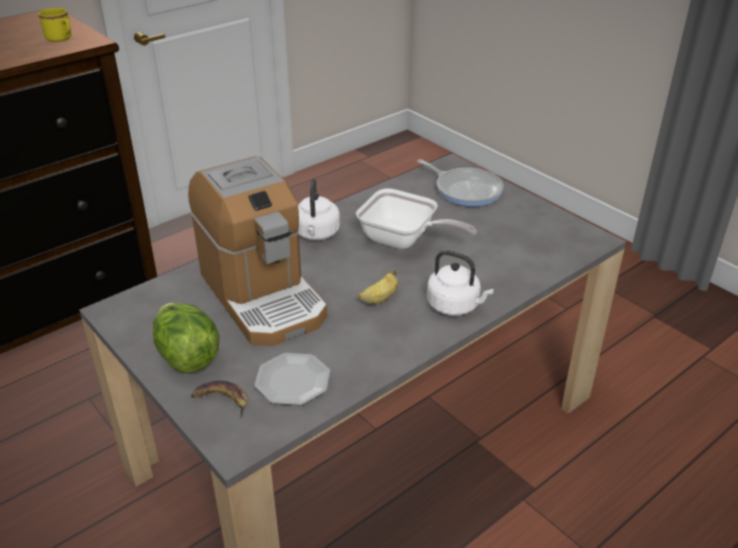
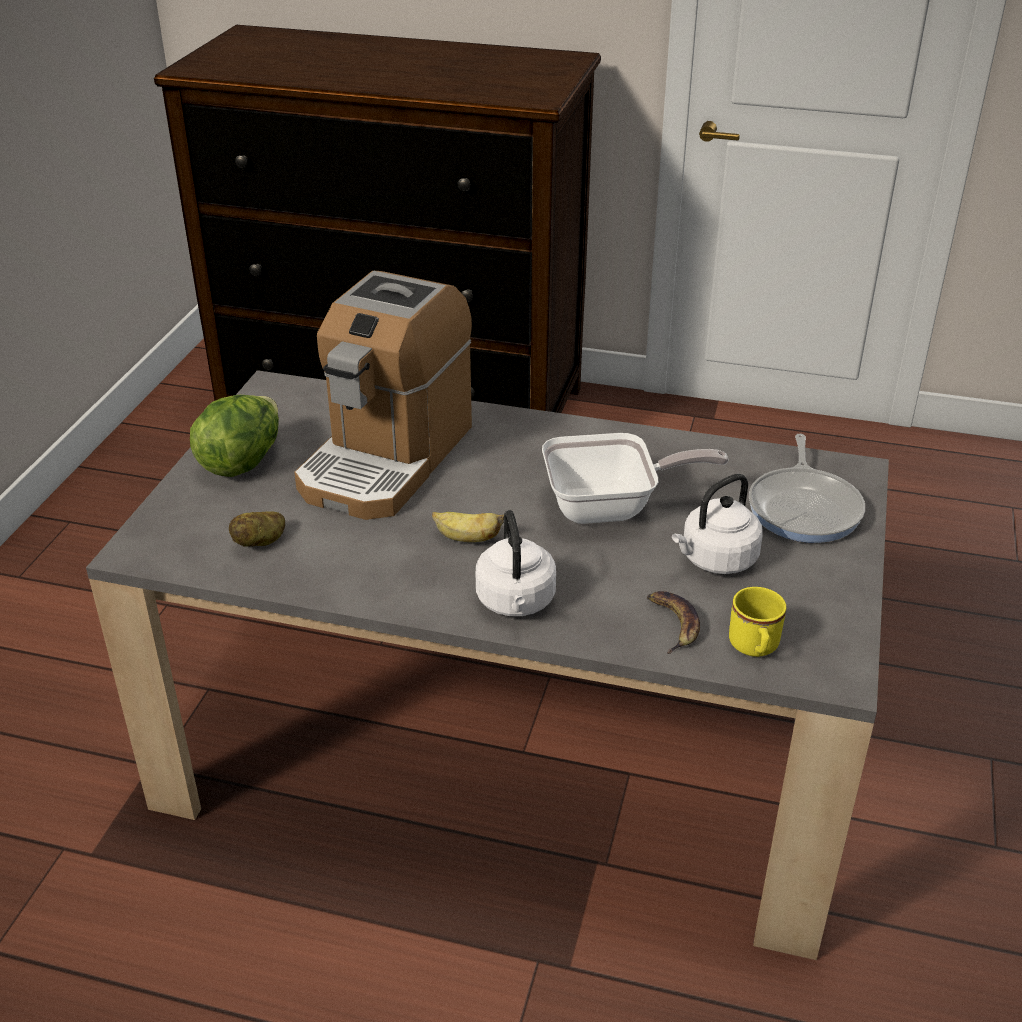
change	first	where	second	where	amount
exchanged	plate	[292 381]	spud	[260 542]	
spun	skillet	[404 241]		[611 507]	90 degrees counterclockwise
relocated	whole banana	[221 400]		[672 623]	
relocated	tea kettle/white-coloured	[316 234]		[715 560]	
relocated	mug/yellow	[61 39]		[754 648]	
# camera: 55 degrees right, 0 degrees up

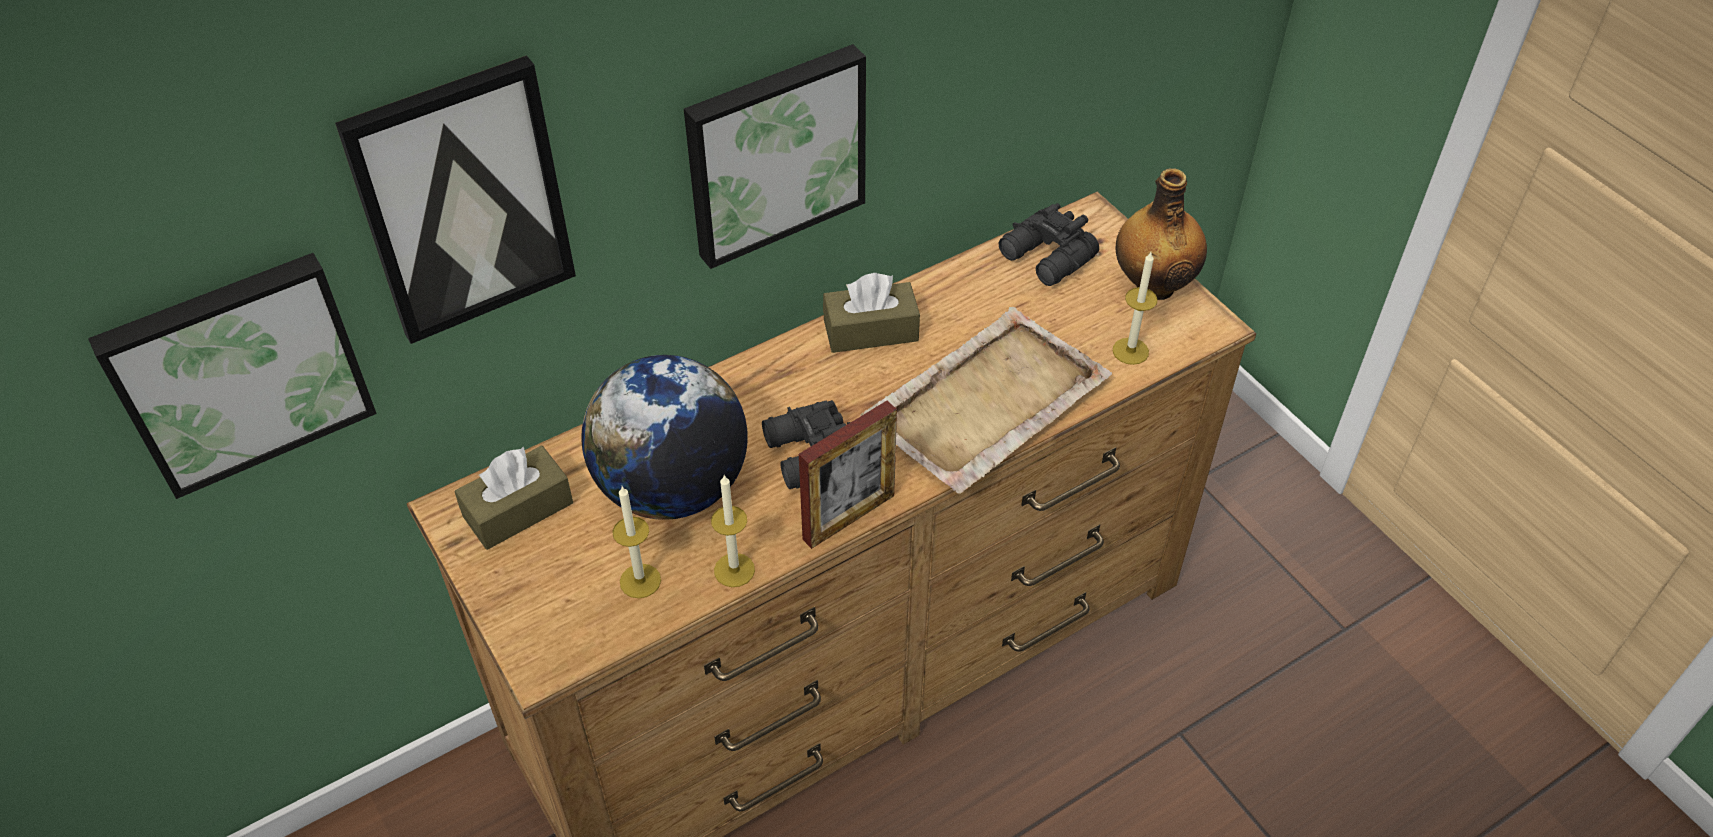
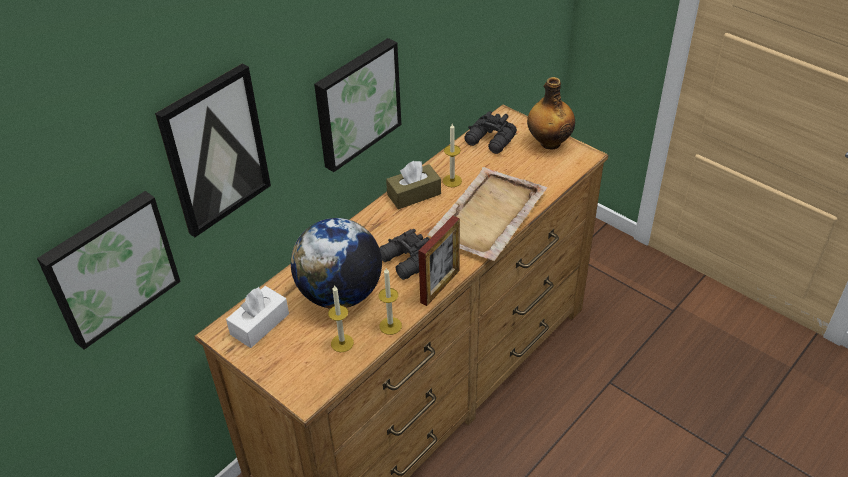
change	first	where	second	where	amount
colour	box of tissues/brown	[518 510]	box of tissues/white-coloured	[260 324]	
relocated	wax light	[1130 351]		[452 181]	
# camera: 15 degrees left, 5 degrees down

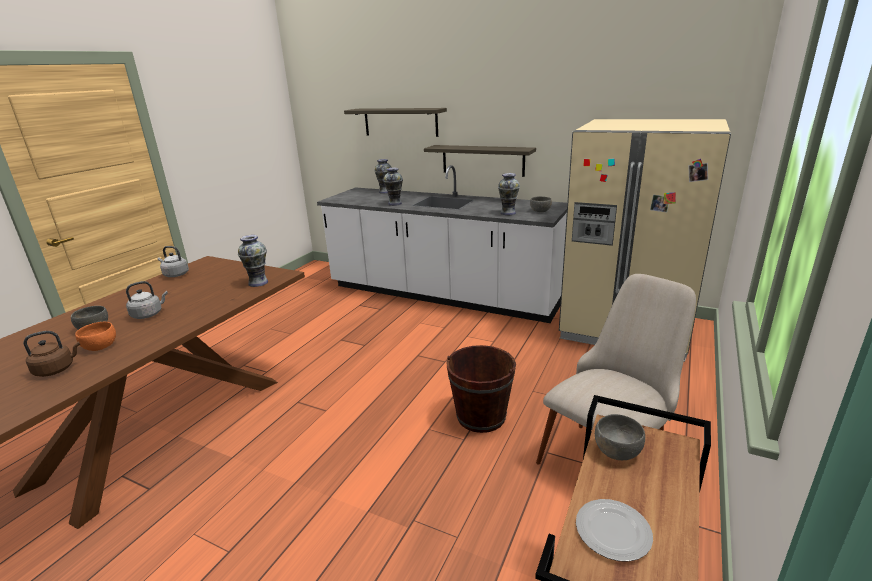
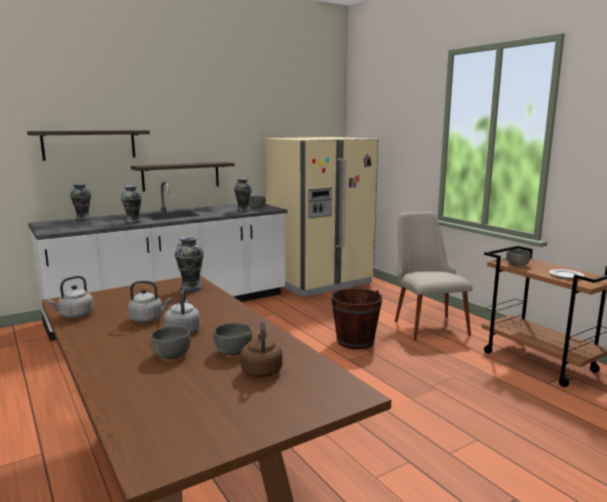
change	first	where	second	where	amount
appeared			tea kettle/grey	[148 319]	
colour	serving bowl/orangey	[100 346]	serving bowl/grey	[234 351]	
# camera: 60 degrees left, 10 degrees down

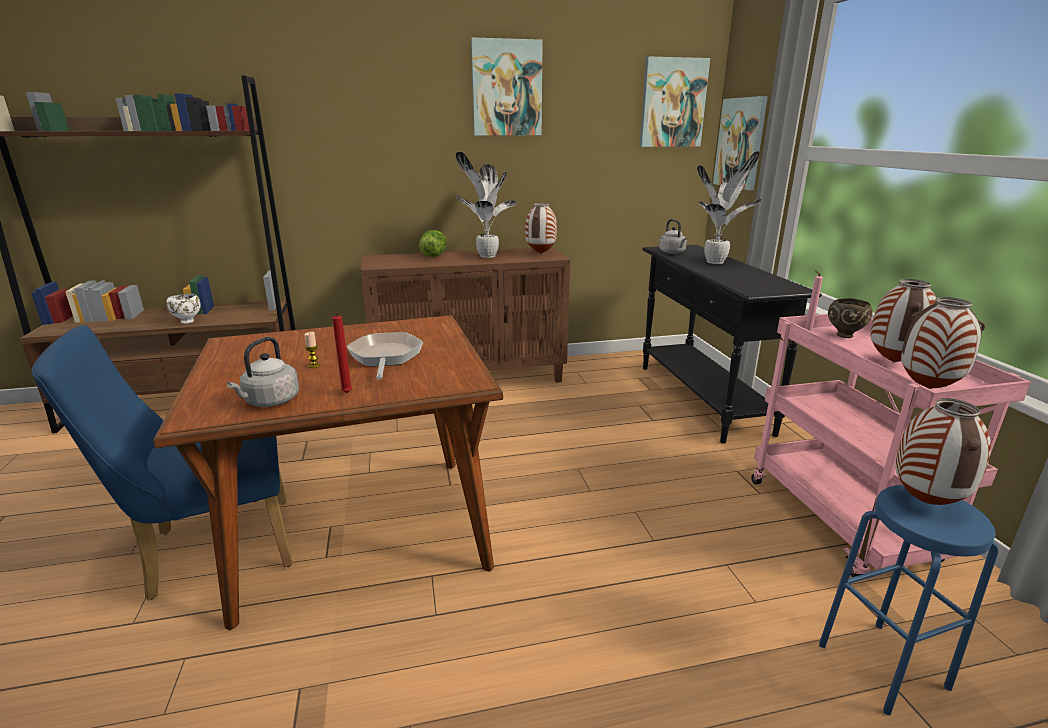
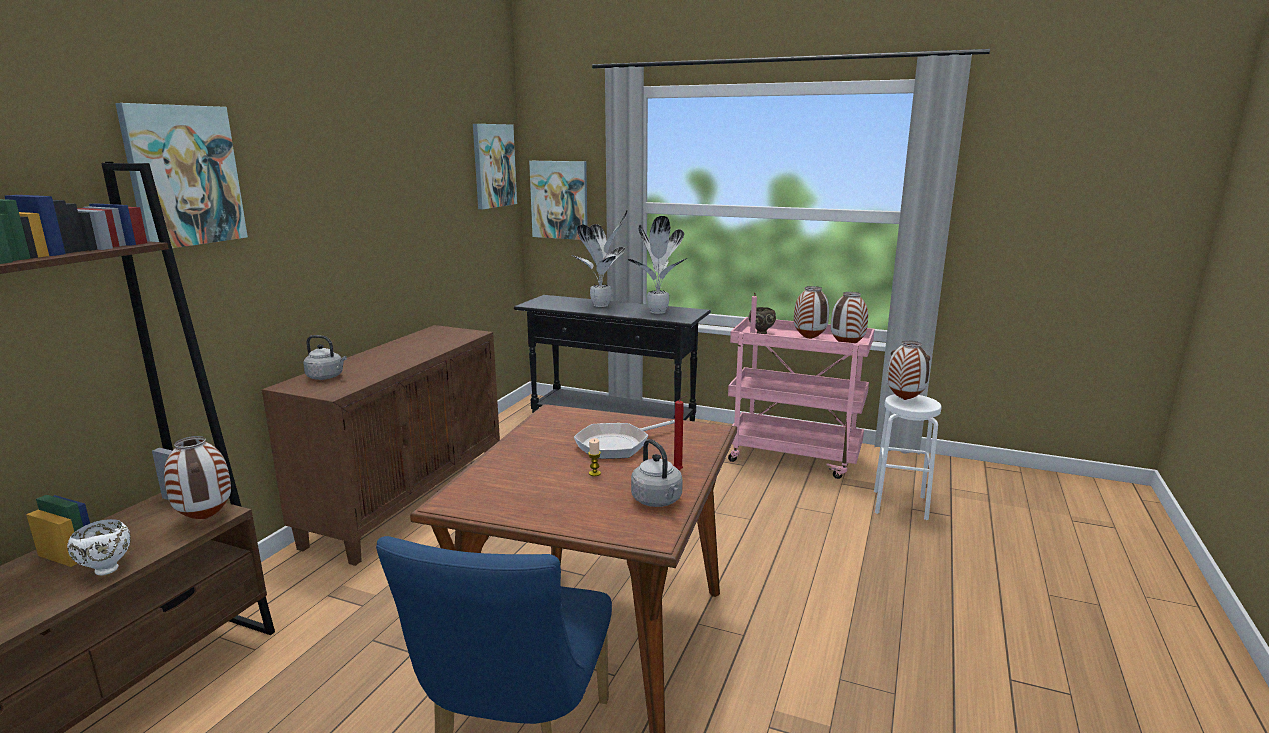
change	first	where	second	where	amount
relocated	wall picture	[506 88]		[184 176]	
relocated	decorative vase	[541 253]		[206 519]	
relocated	tea kettle/grey	[673 252]		[327 377]	
spun	skillet	[385 357]		[617 445]	60 degrees counterclockwise
relocated	plant in a pot	[485 256]		[657 312]	
colour	sitting stool/blue	[882 665]	sitting stool/white-coloured	[899 504]	
missing	lettuce	[433 255]			
# camera: 55 degrees left, 5 degrees down

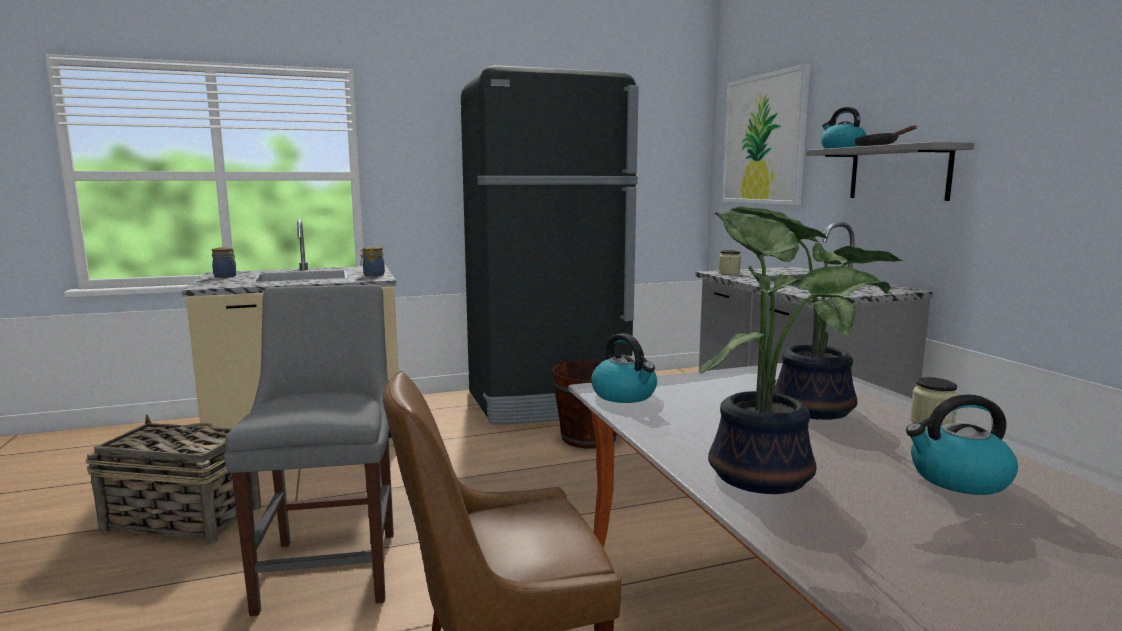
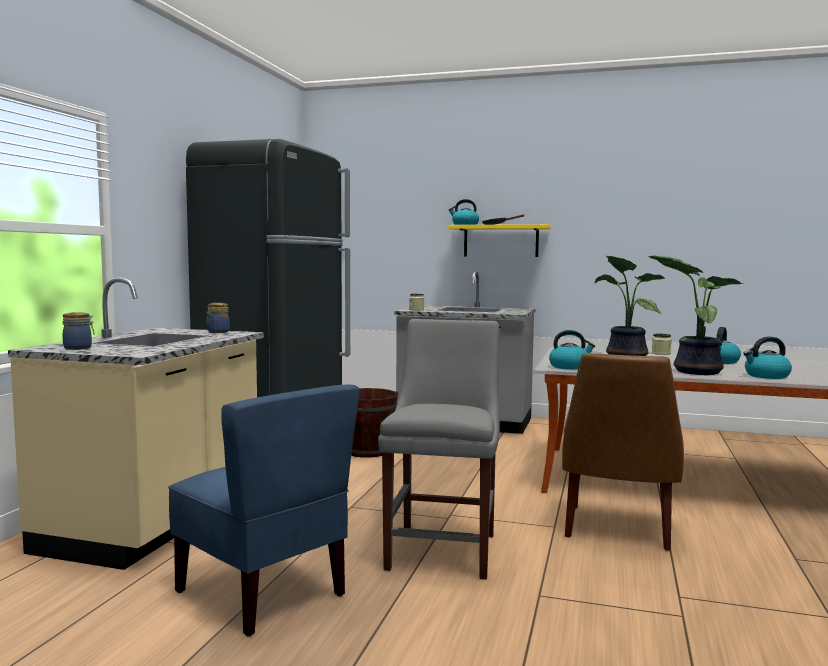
change	first	where	second	where	amount
exchanged	storage basket	[182 518]	chair/blue	[263 592]	
spun	chair/grey	[332 565]		[444 548]	75 degrees clockwise
colour	shelf/grey	[898 173]	shelf/yellow	[501 241]	
appeared			tea kettle	[766 376]	
missing	wall picture	[764 140]			
# camera: 55 degrees left, 5 degrees down

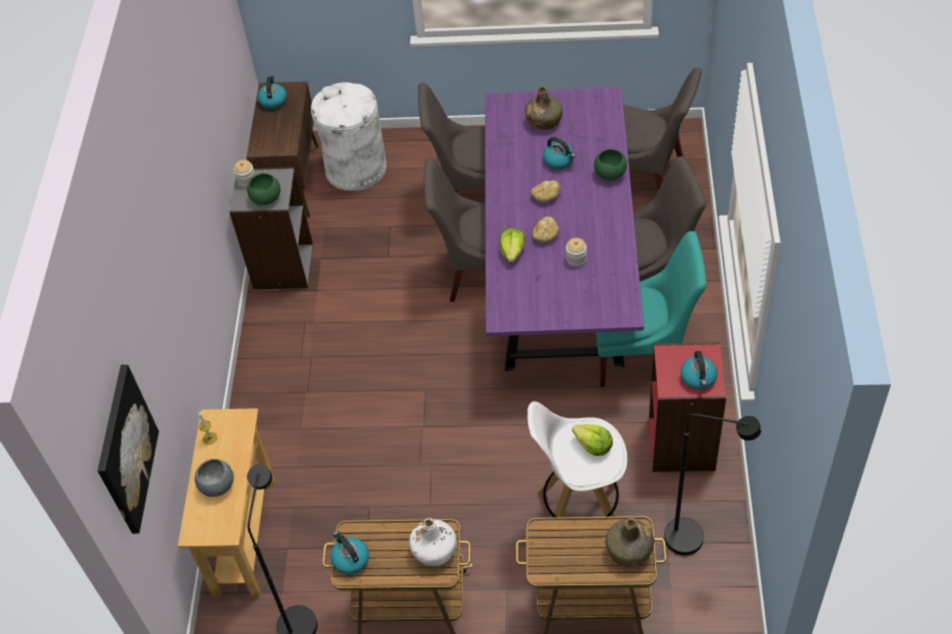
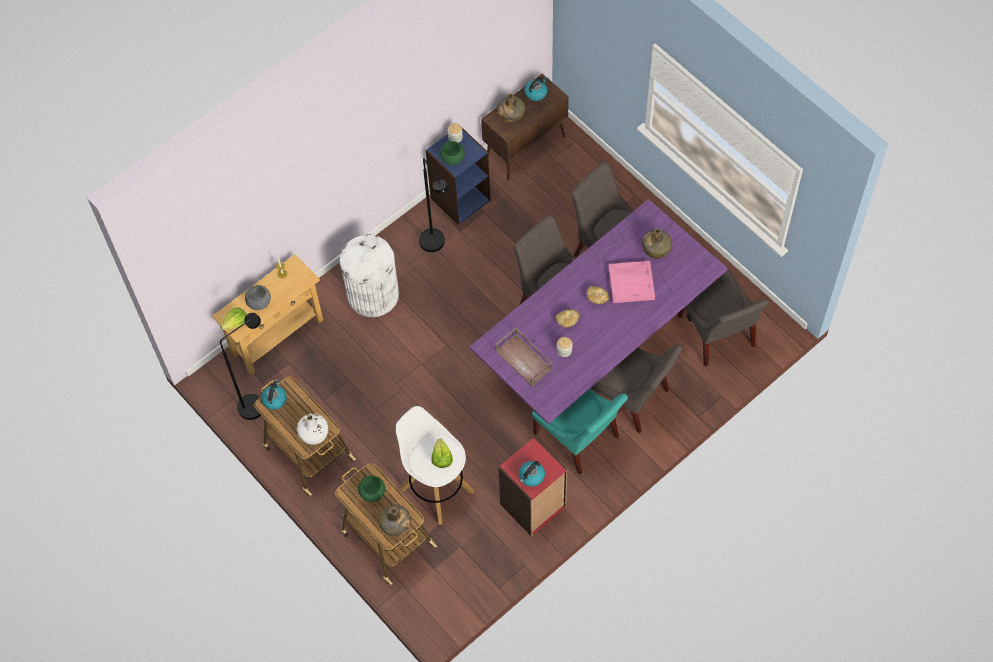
change	first	where	second	where	amount
relocated	lettuce	[513 251]		[236 323]	
relocated	trash can/white-coloured	[355 168]		[373 294]	
relocated	serving bowl/greenish	[610 173]		[372 492]	
relocated	standard lamp/blackish	[695 539]		[436 246]	
colour	shelving unit/grey	[282 266]	shelving unit/blue	[460 198]	
appeared			carrying tray/brown	[524 360]	
appeared			bottle/greenish	[511 115]	
exchanged	tea kettle	[559 161]	carrying tray/pink-coloured	[631 282]	
missing	wall picture	[125 450]			
# camera: 45 degrees right, 10 degrees up

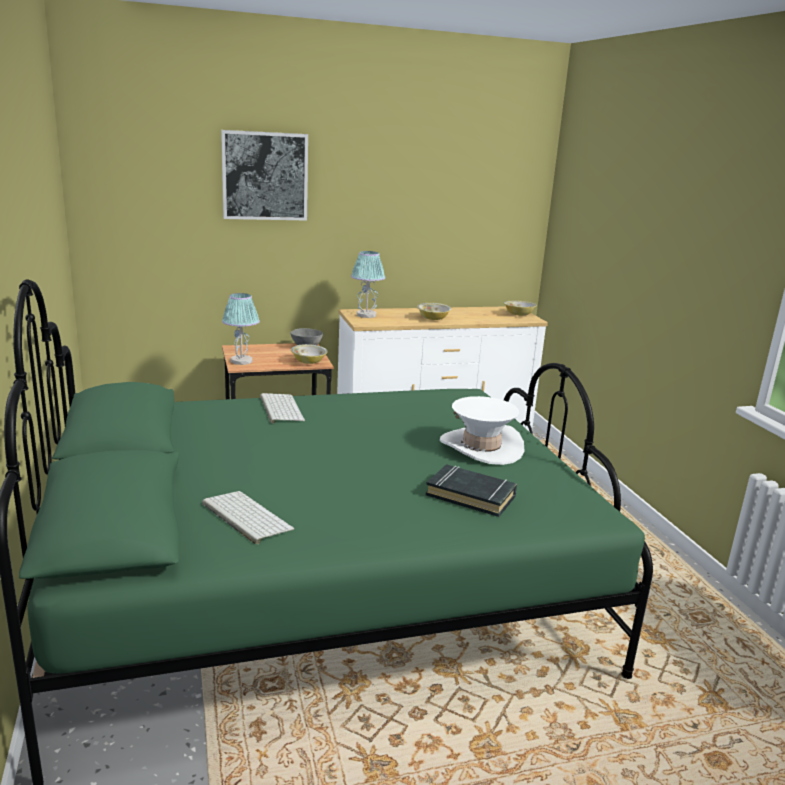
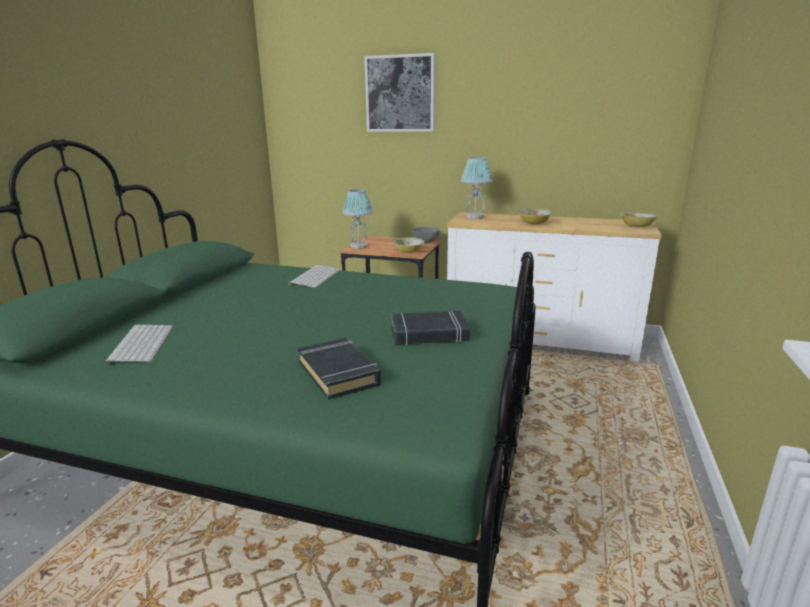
change	first	where	second	where	amount
exchanged	wearable hat/white-coloured	[481 447]	book/blackish	[429 334]	
# camera: 35 degrees right, 0 degrees up

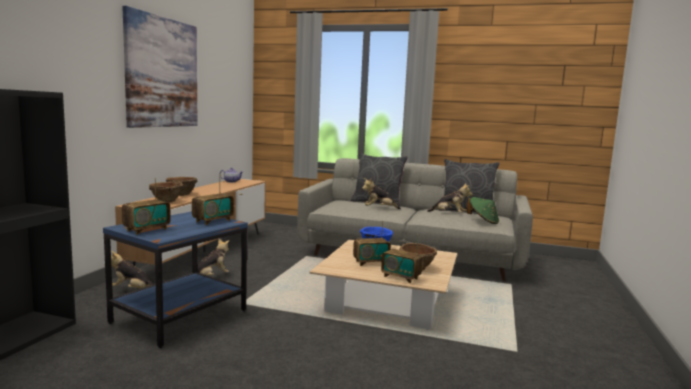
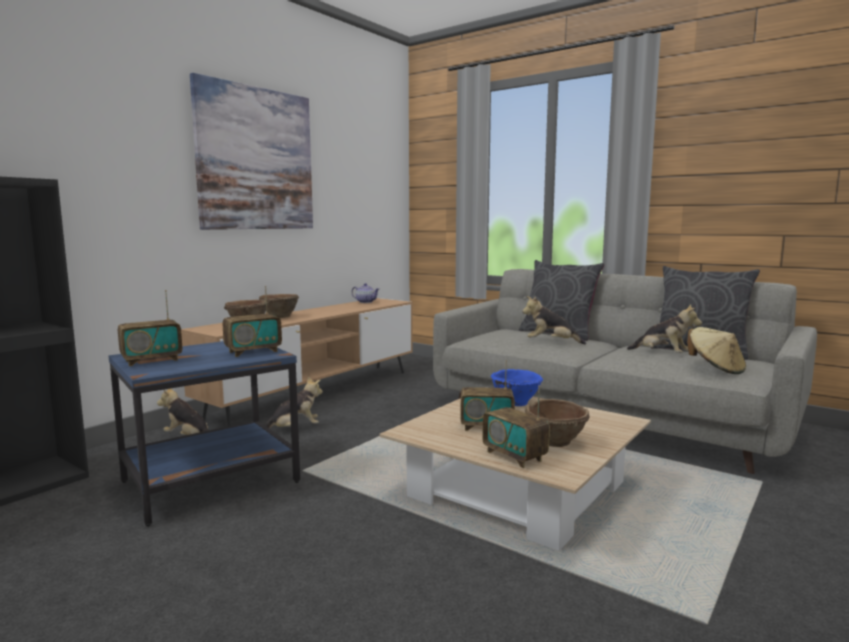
change	first	where	second	where	amount
colour	wearable hat/greenish	[483 221]	wearable hat/sand-coloured	[715 369]	
# camera: 20 degrees right, 0 degrees up

